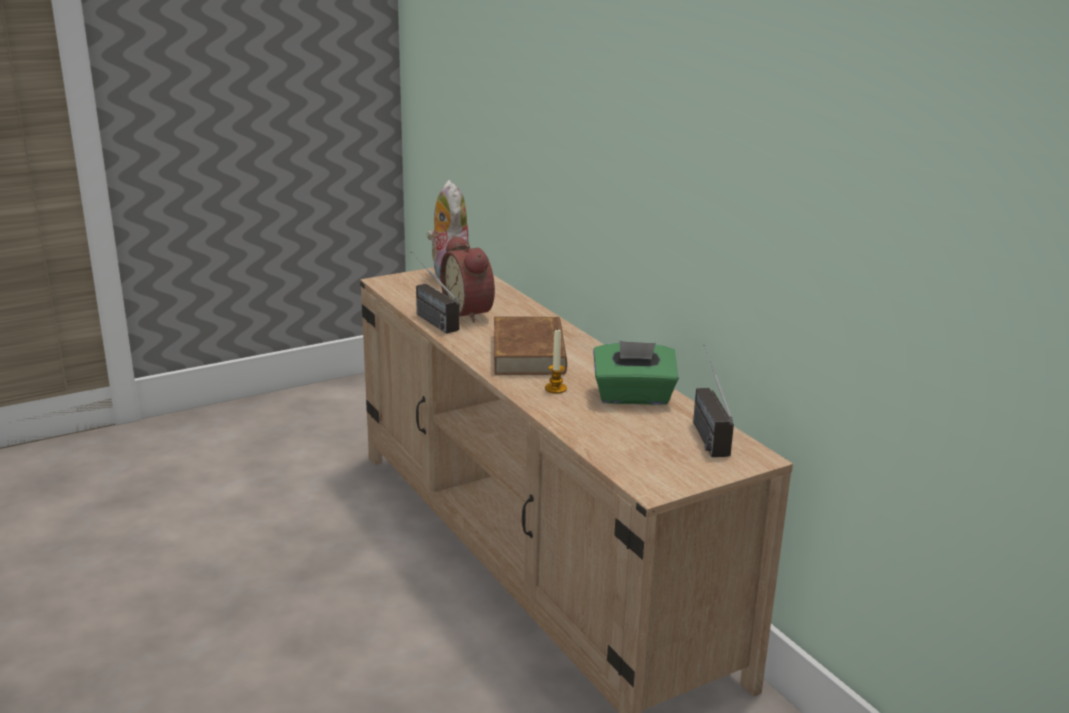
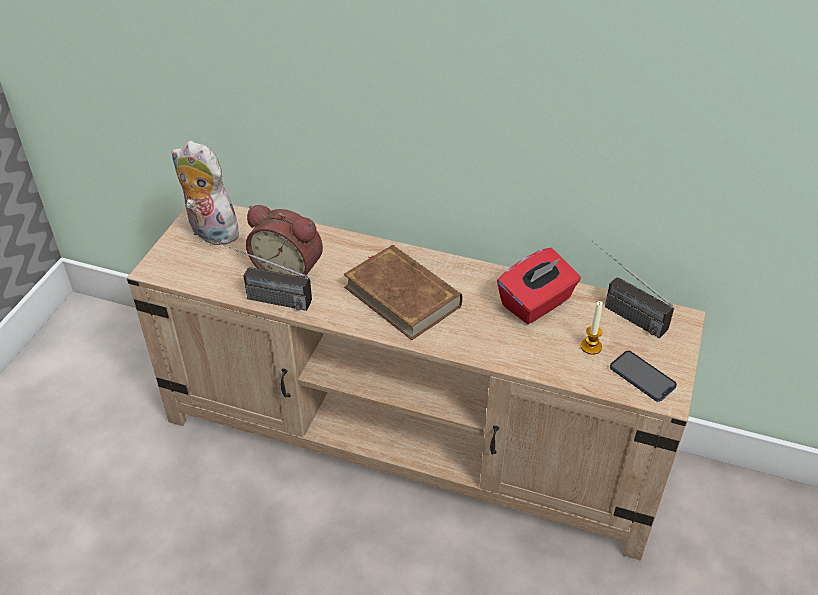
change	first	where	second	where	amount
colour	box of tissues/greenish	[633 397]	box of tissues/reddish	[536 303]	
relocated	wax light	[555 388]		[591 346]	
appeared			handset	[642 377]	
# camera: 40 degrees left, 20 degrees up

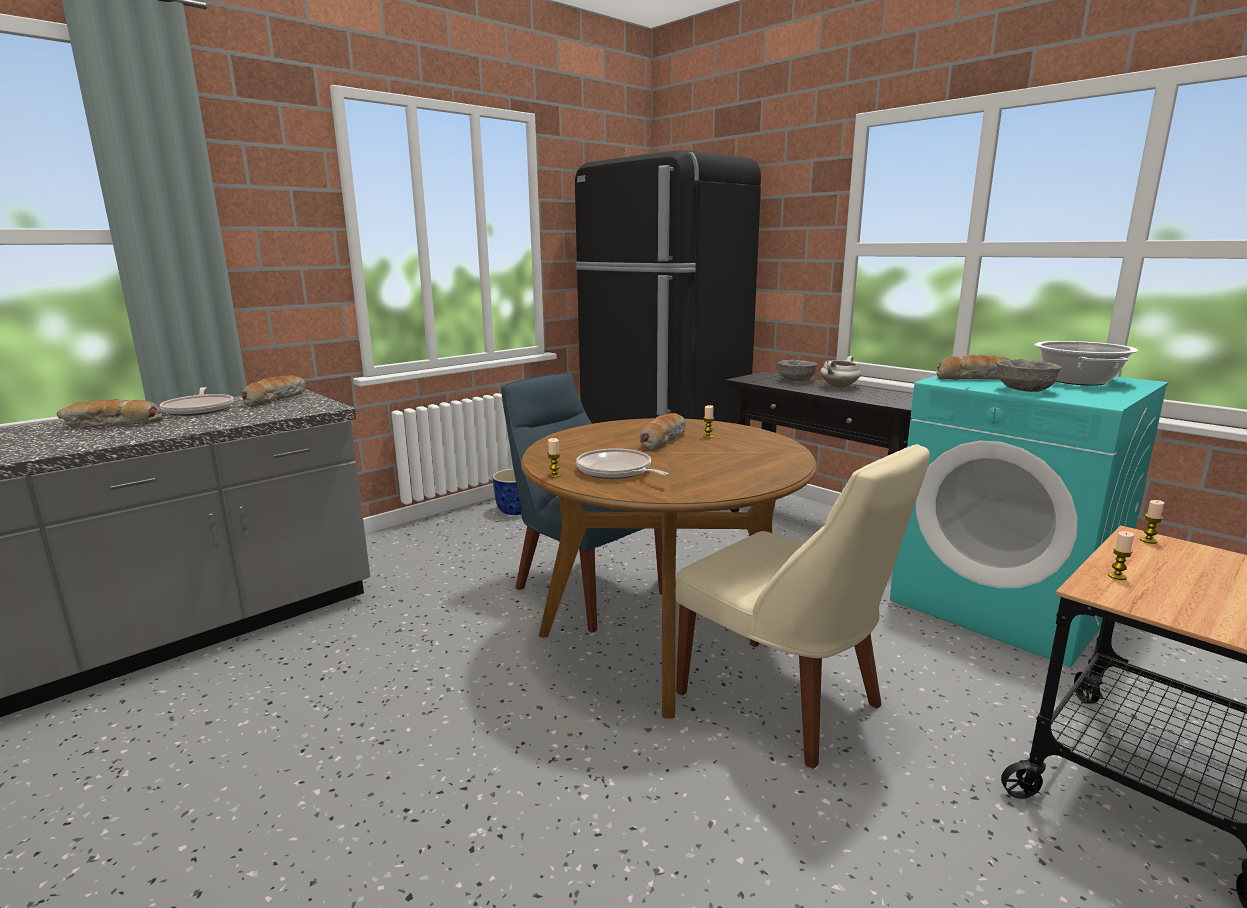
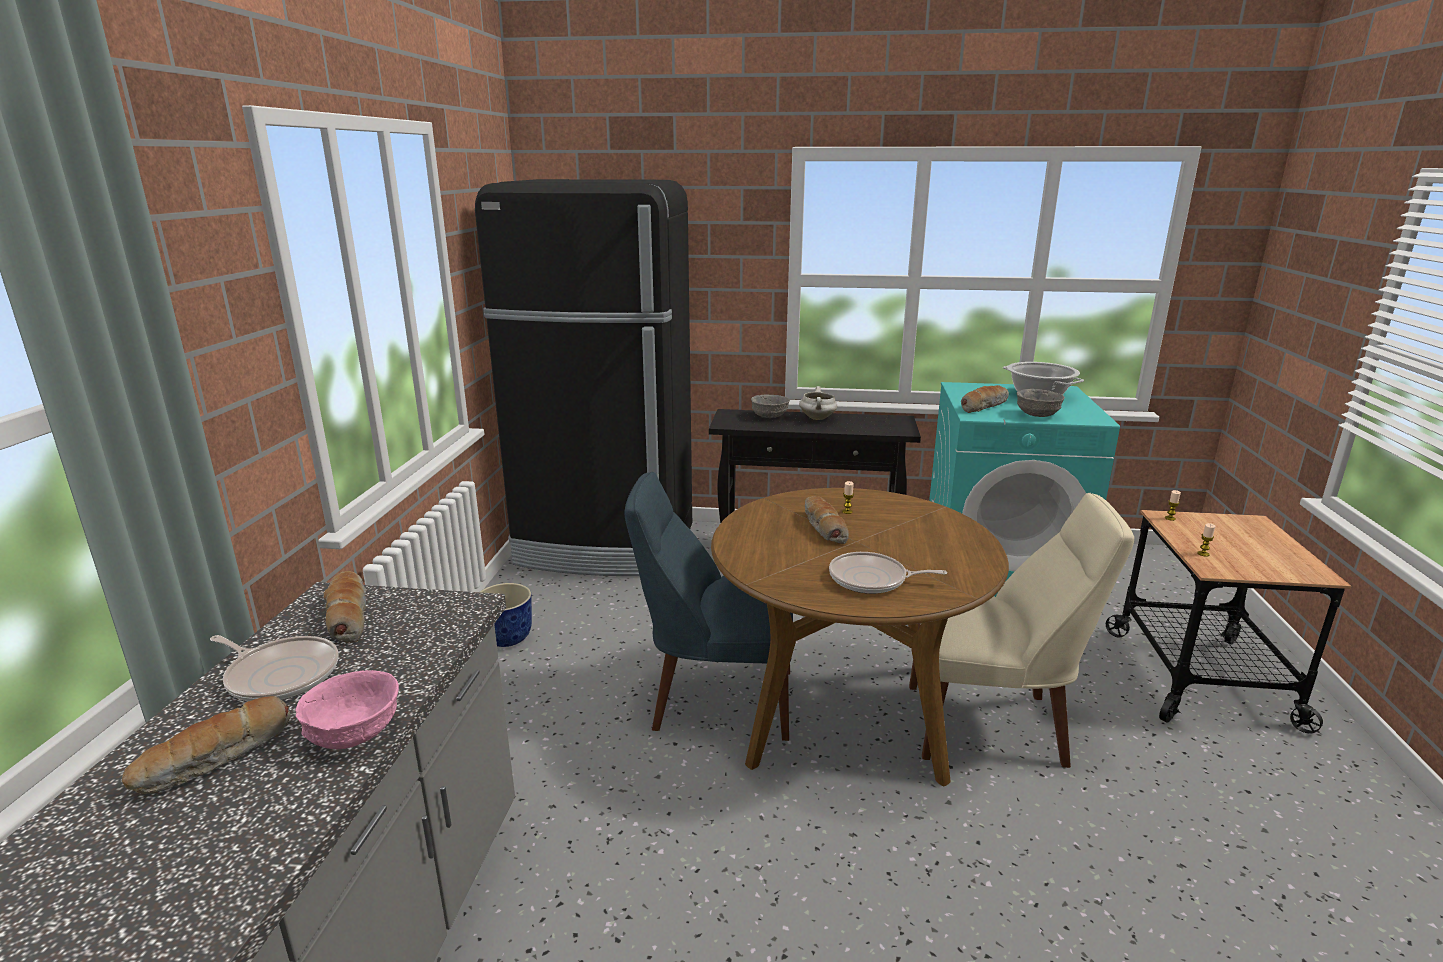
change	first	where	second	where	amount
appeared			serving bowl/pink-coloured	[354 735]	
missing	wax light	[554 475]			
# camera: 40 degrees left, 5 degrees up

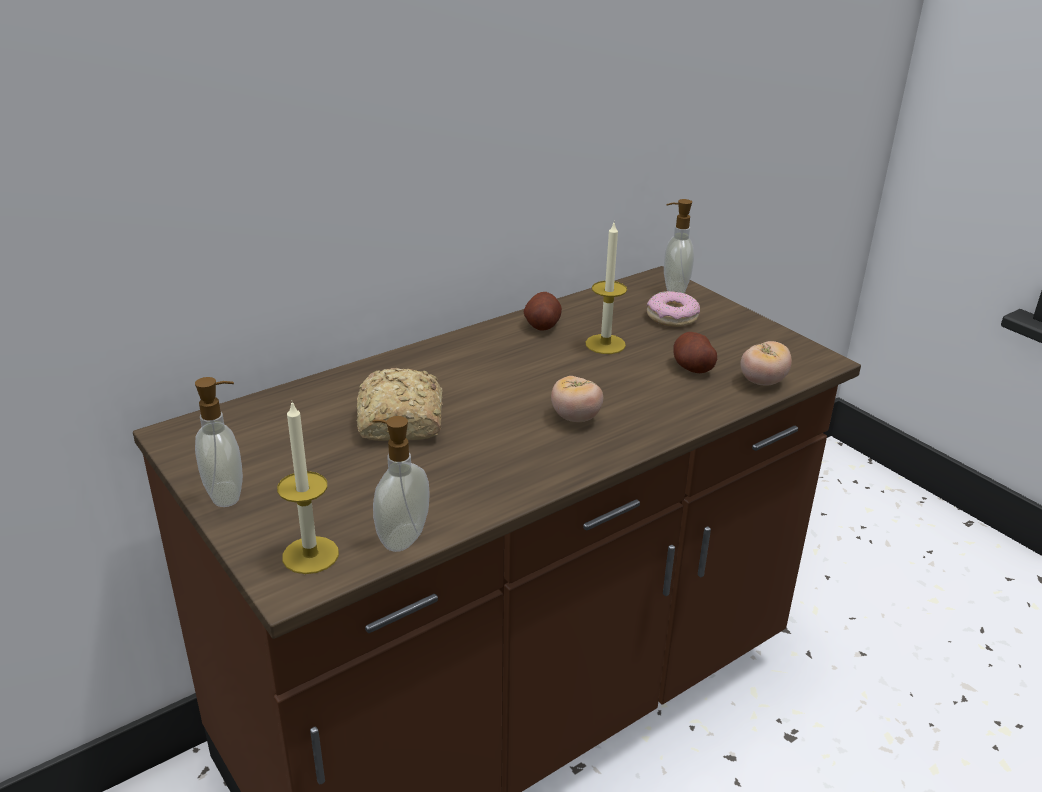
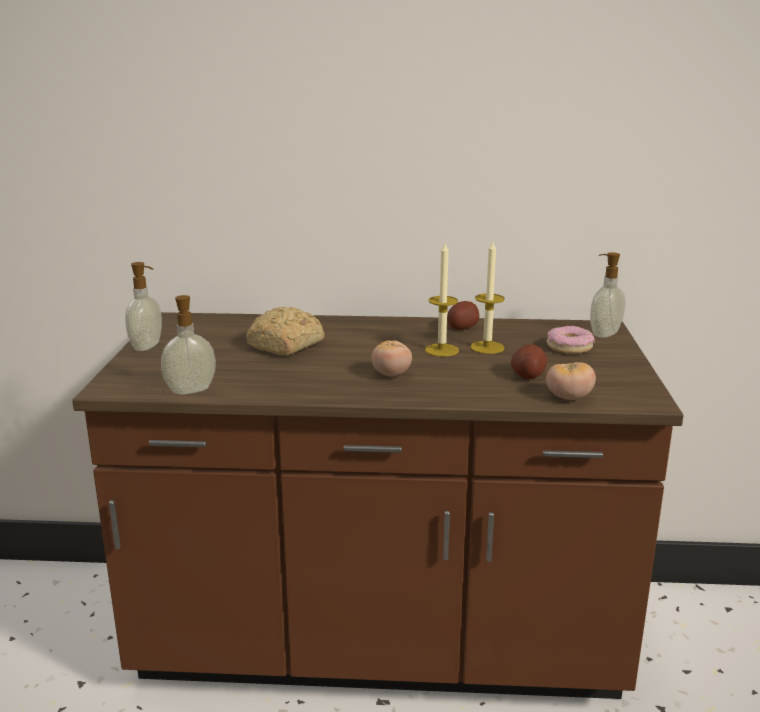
change	first	where	second	where	amount
relocated	wax light	[310 555]		[441 350]	
# camera: 40 degrees right, 10 degrees down

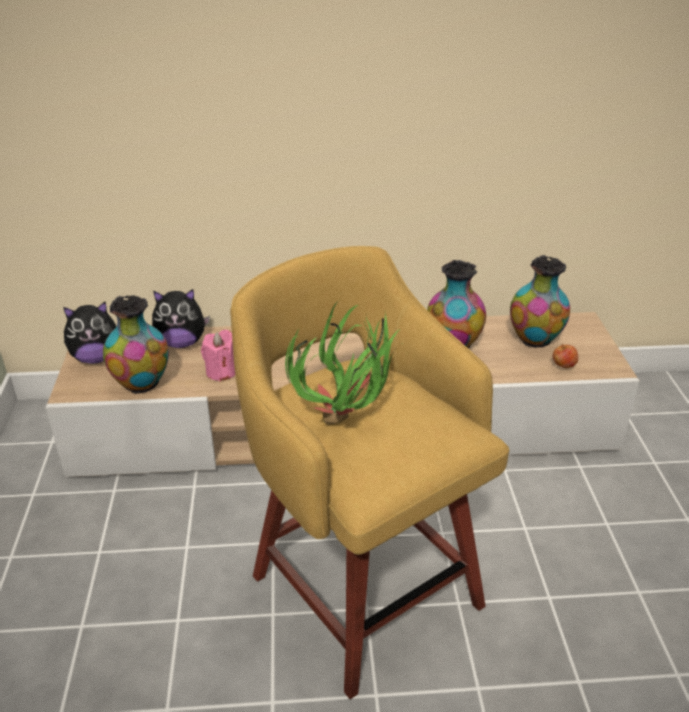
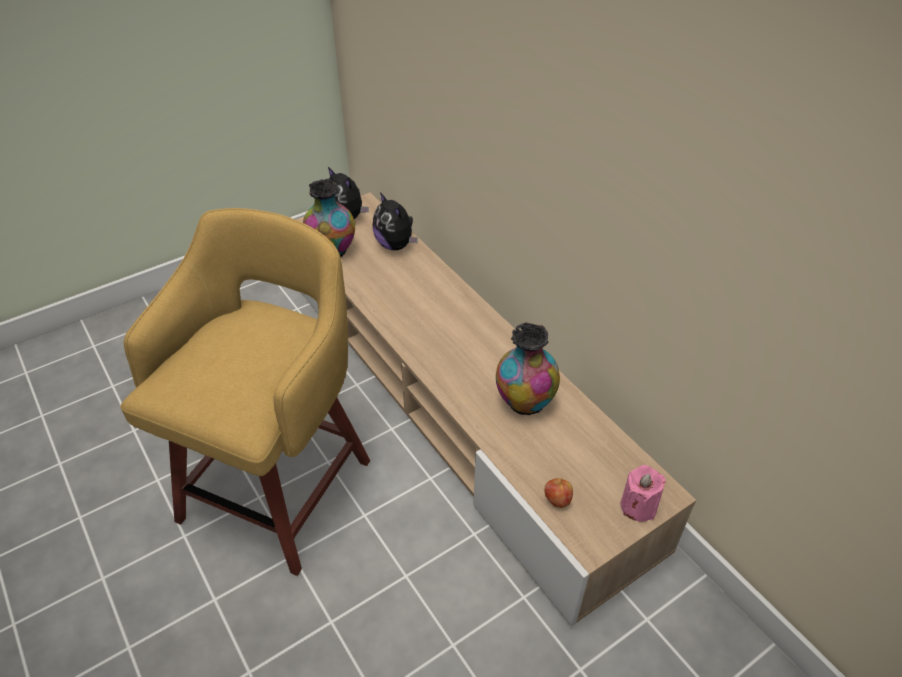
change	first	where	second	where	amount
relocated	wax light/pink-coloured	[221 371]		[638 506]	
missing	plant in a pot	[349 424]			
missing	decorative vase	[534 340]			
# camera: 60 degrees right, 10 degrees up

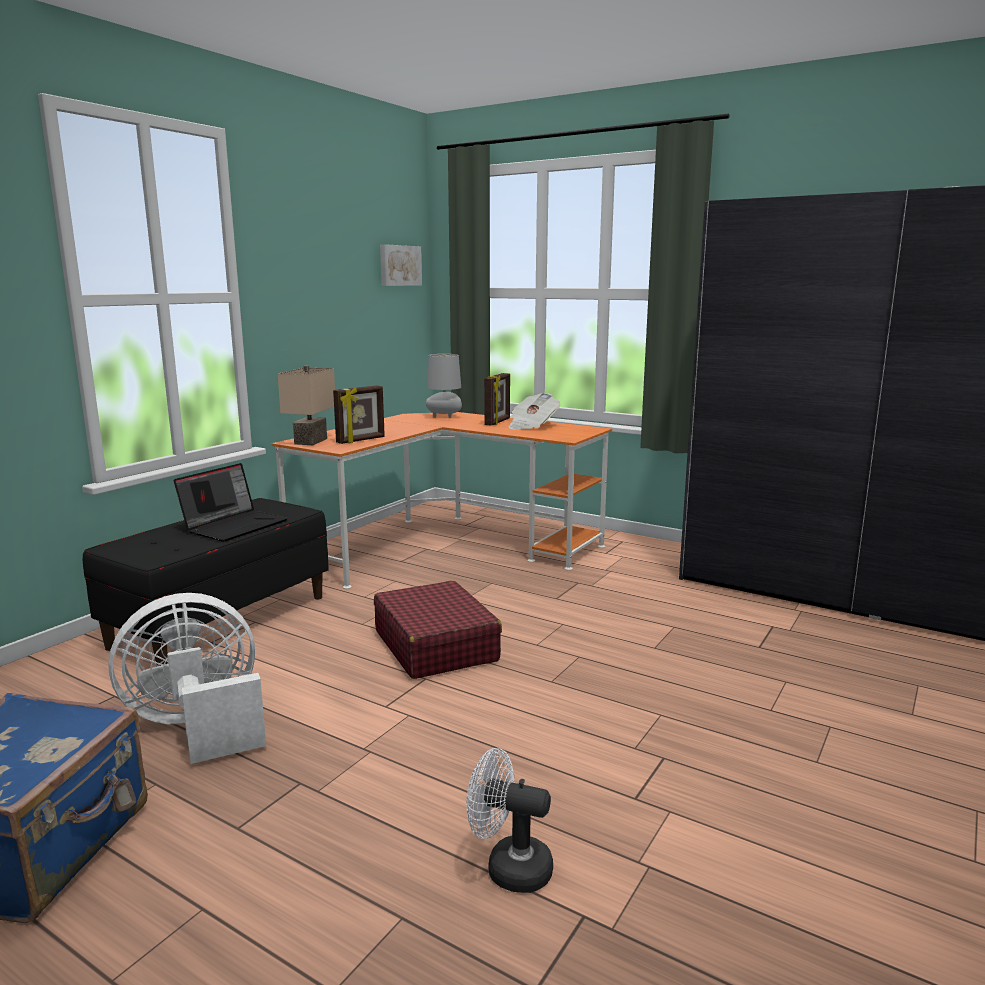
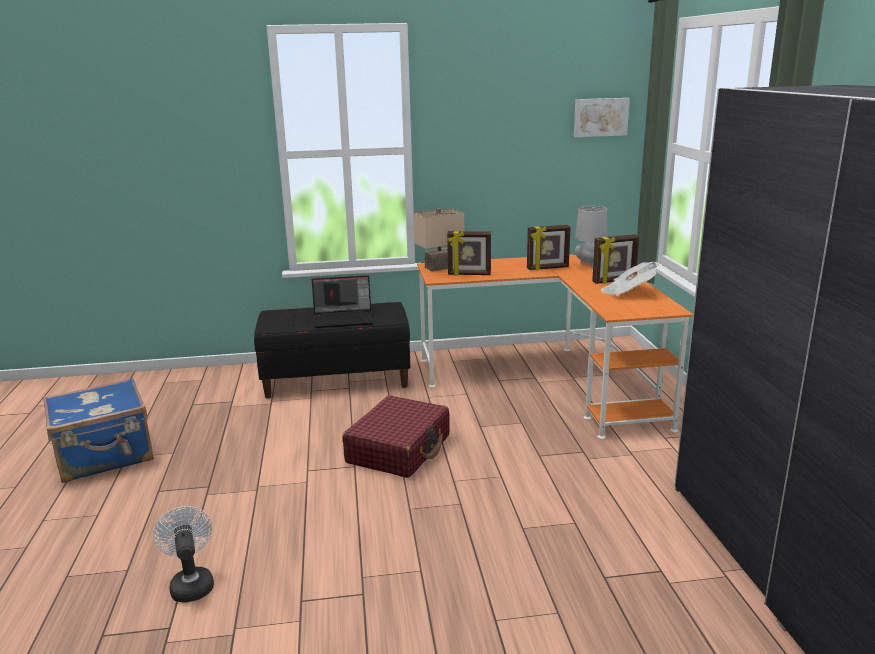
change	first	where	second	where	amount
appeared			photo frame	[548 268]	
missing	electric fan/white-coloured	[198 727]			
# camera: 50 degrees right, 5 degrees up

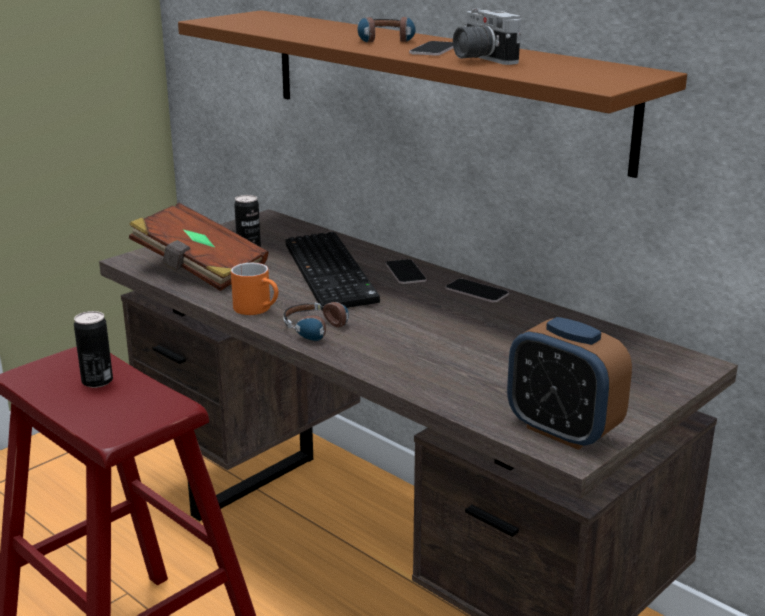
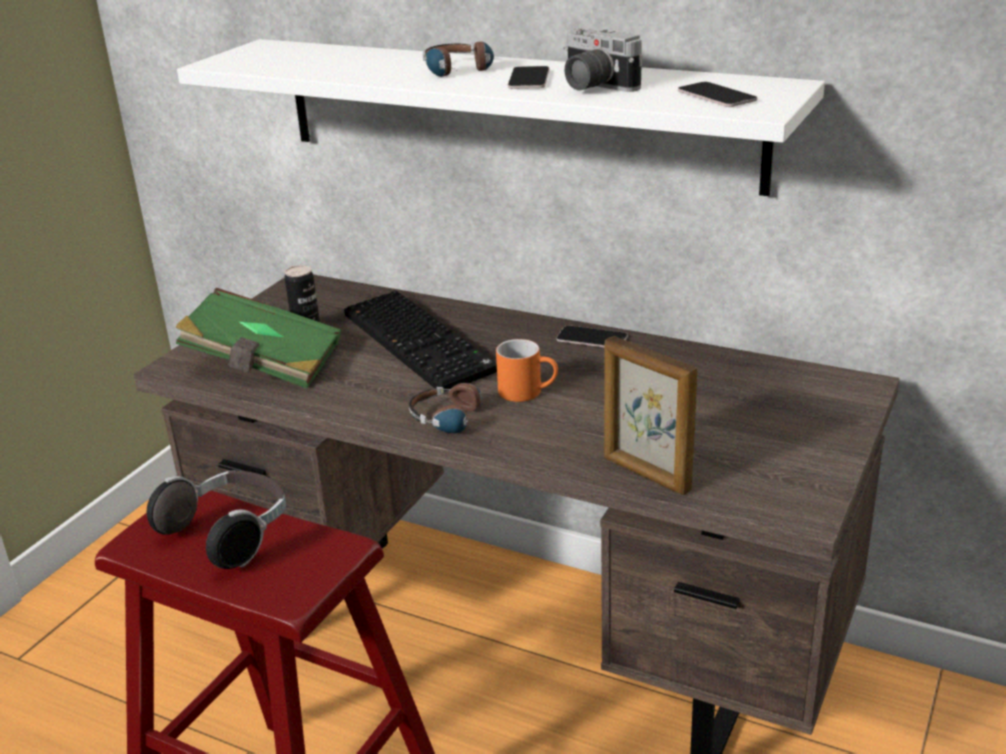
change	first	where	second	where	amount
exchanged	can	[97 381]	headset	[230 534]	
colour	book/brown	[199 269]	book/greenish	[264 364]	
colour	shelf/brown	[438 85]	shelf/white-coloured	[512 112]	
relocated	mug/orangey	[258 309]		[528 391]	
appeared			photo frame	[645 474]	
relocated	handset	[405 272]		[716 96]	
missing	table clock	[563 431]			
# camera: 15 degrees left, 5 degrees up

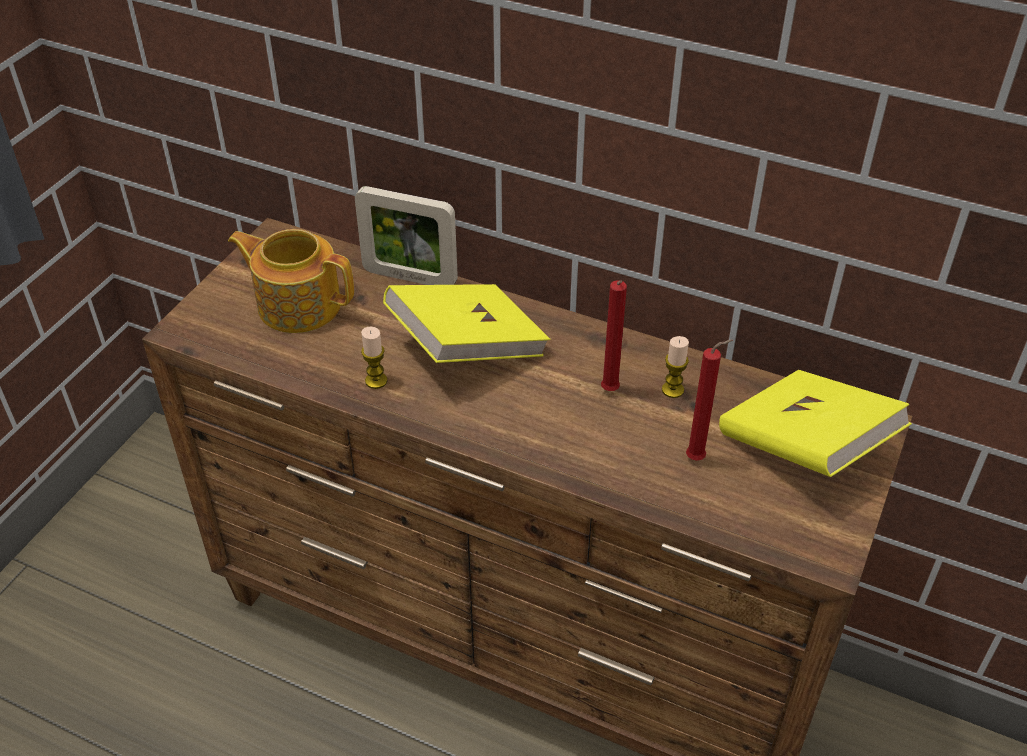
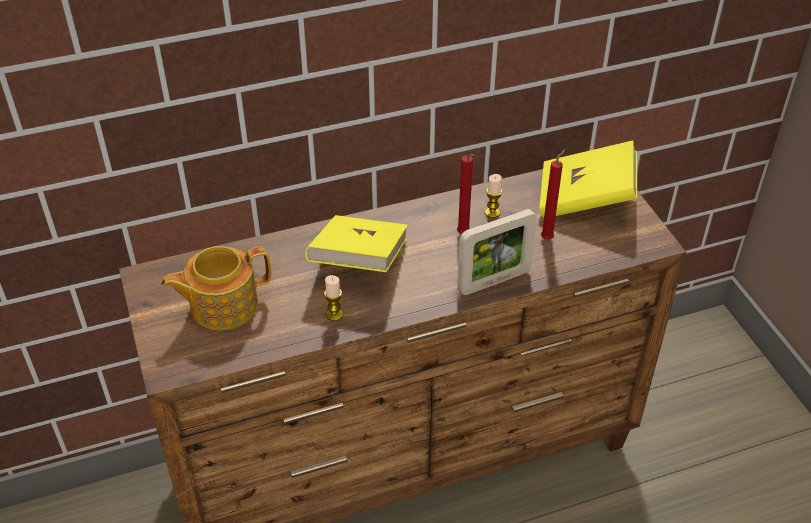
change	first	where	second	where	amount
relocated	photo frame	[410 277]		[494 281]	
# camera: 45 degrees left, 0 degrees up

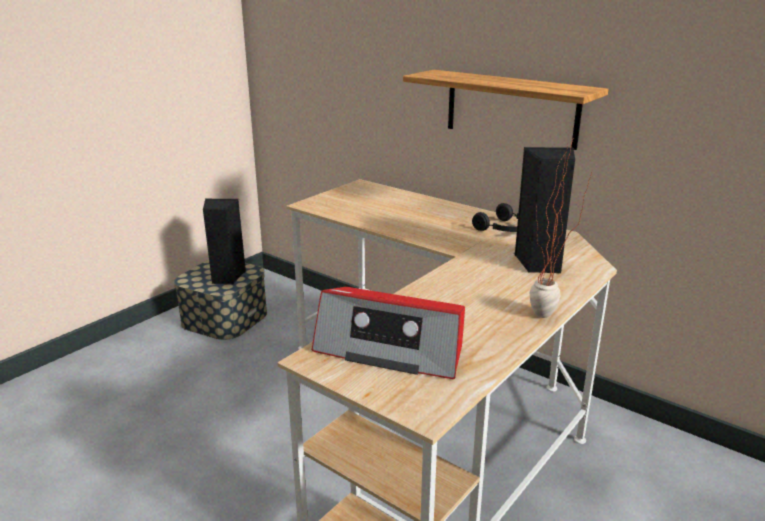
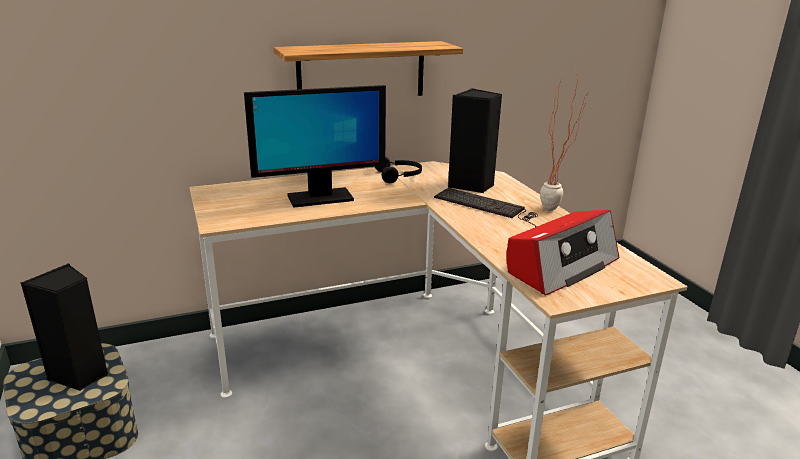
change	first	where	second	where	amount
appeared			monitor	[319 198]	
appeared			computer keyboard	[487 207]	
# camera: 60 degrees left, 0 degrees up

